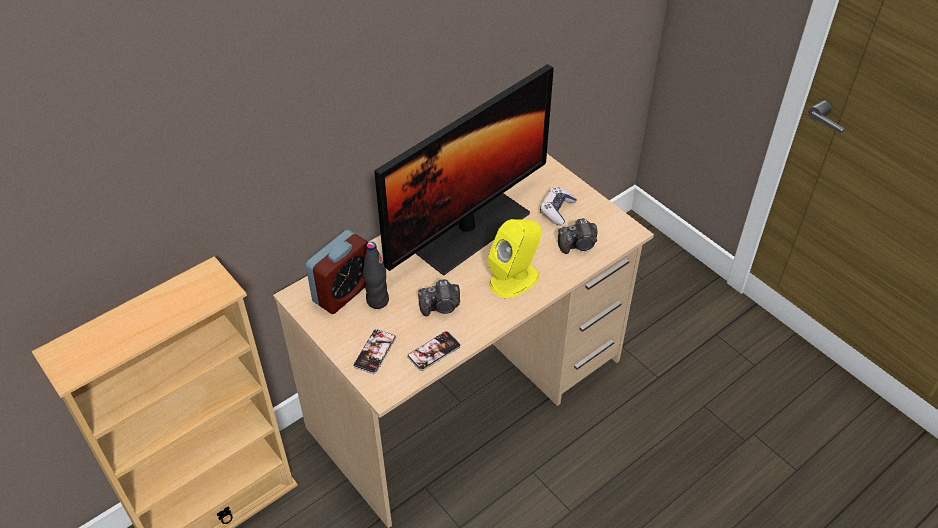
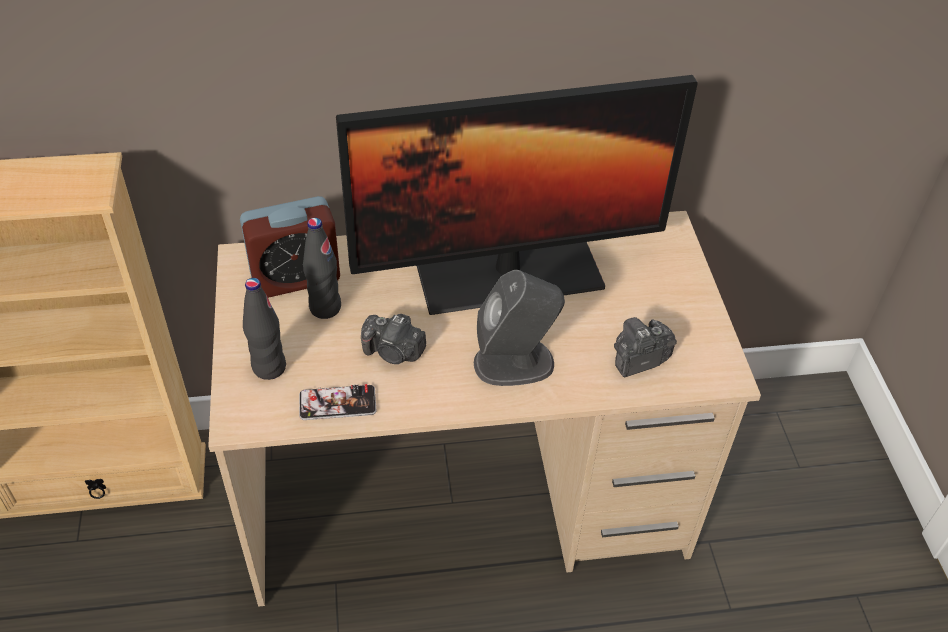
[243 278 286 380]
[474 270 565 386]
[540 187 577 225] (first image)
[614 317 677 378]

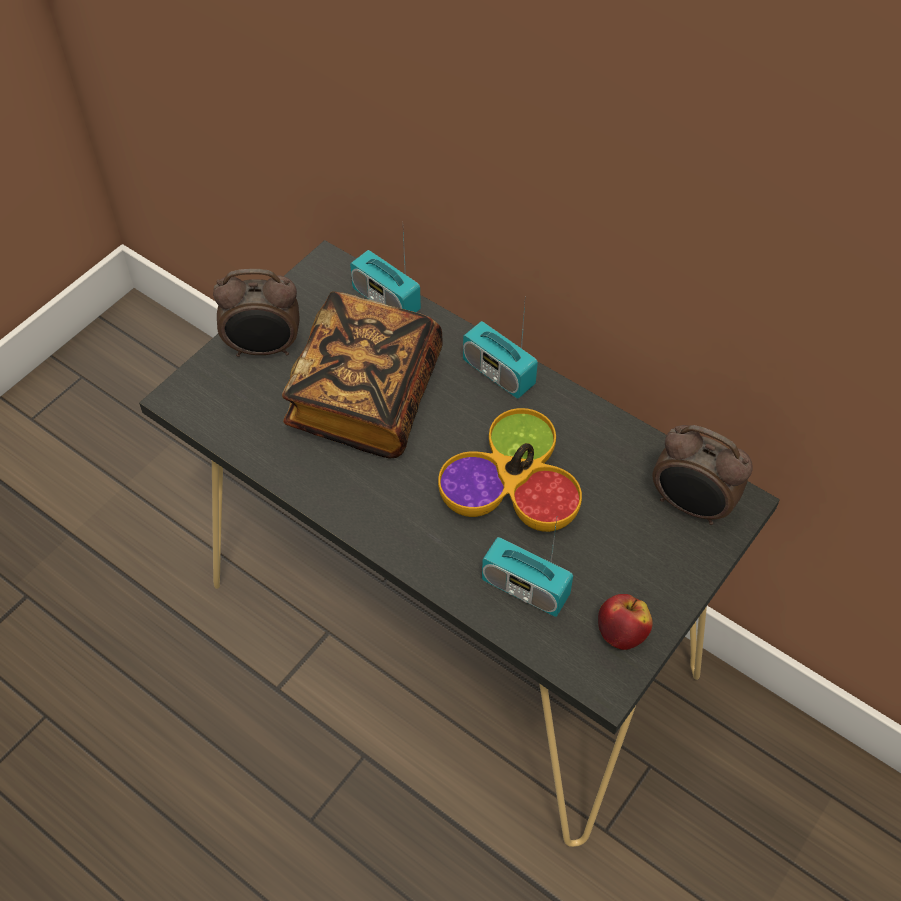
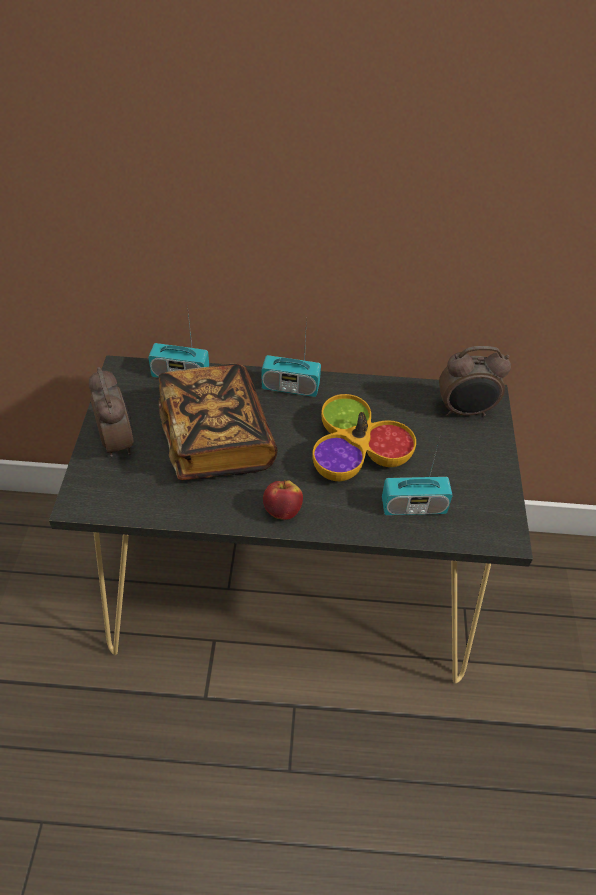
[89 367 134 457]
[263 480 303 520]

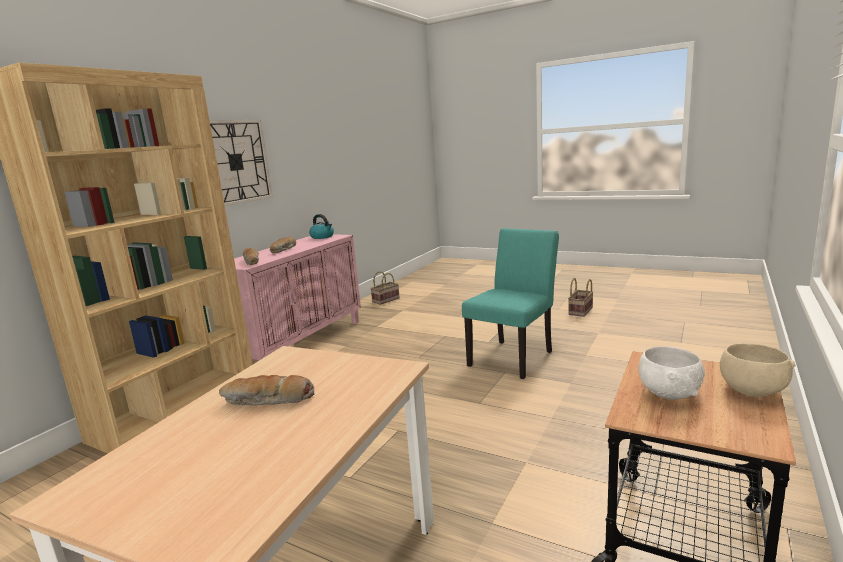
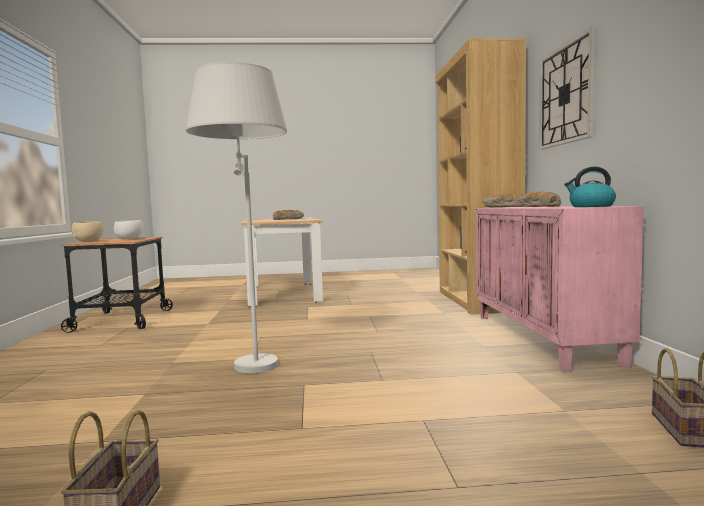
[186 62 287 373]

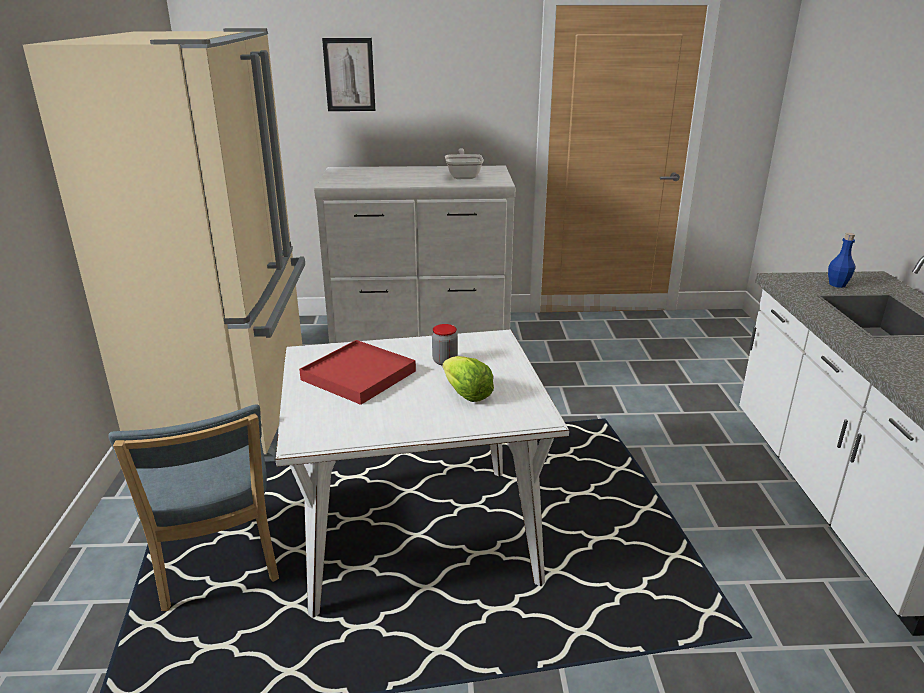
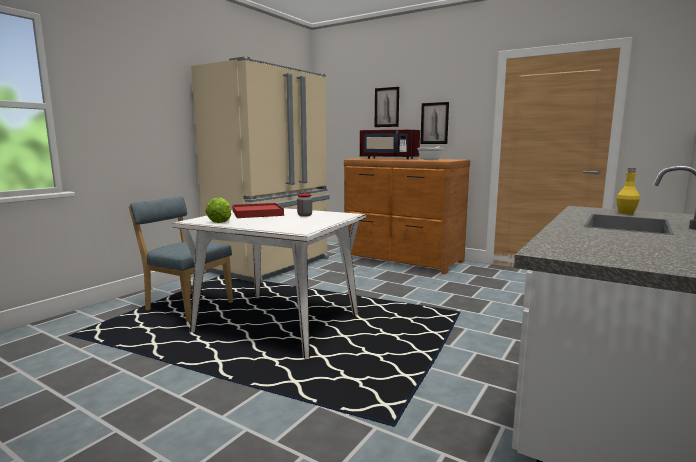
[129 196 233 322]
[344 158 470 274]
[206 197 231 223]
[616 168 640 214]
[360 130 420 159]
[420 102 449 144]

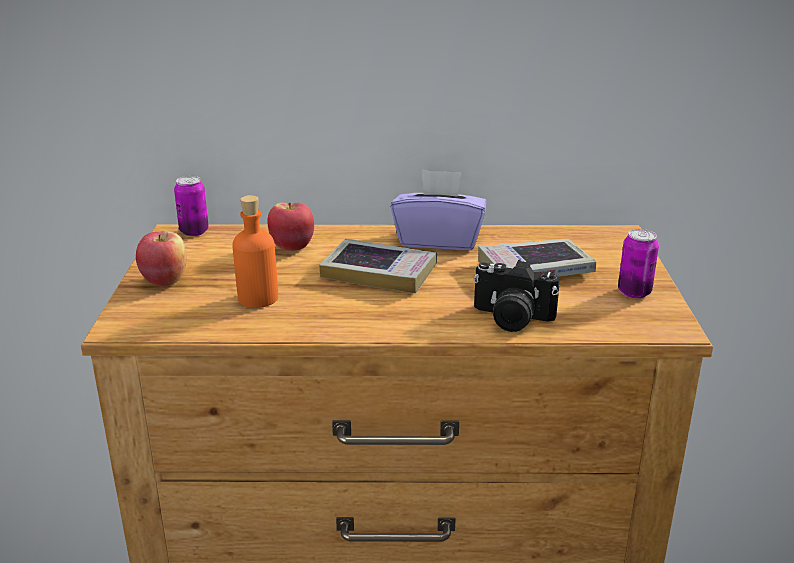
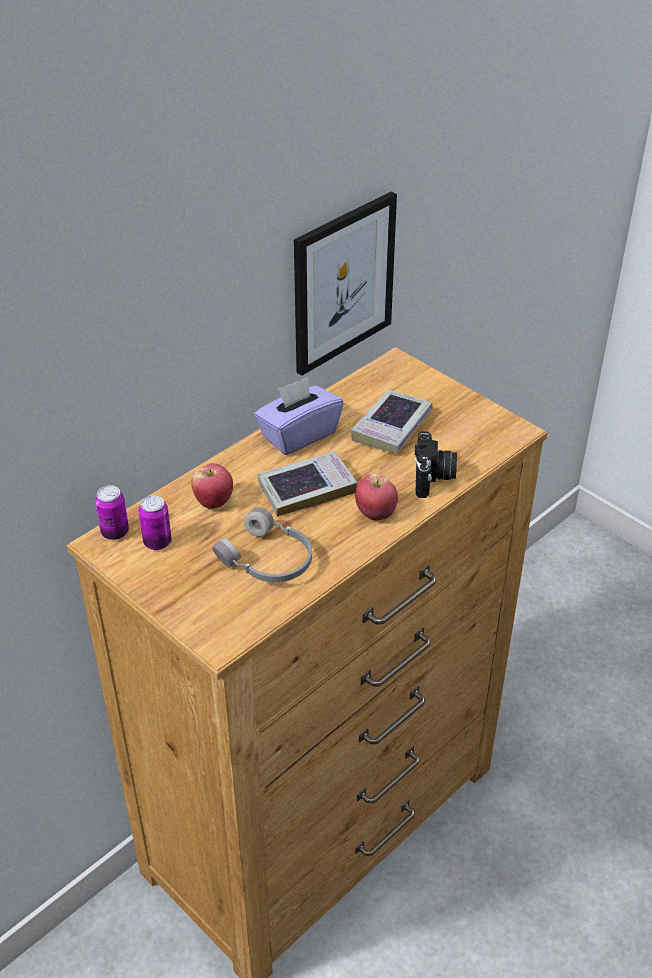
[355 473 398 521]
[212 507 312 582]
[414 431 457 498]
[139 495 172 550]
[294 191 397 376]

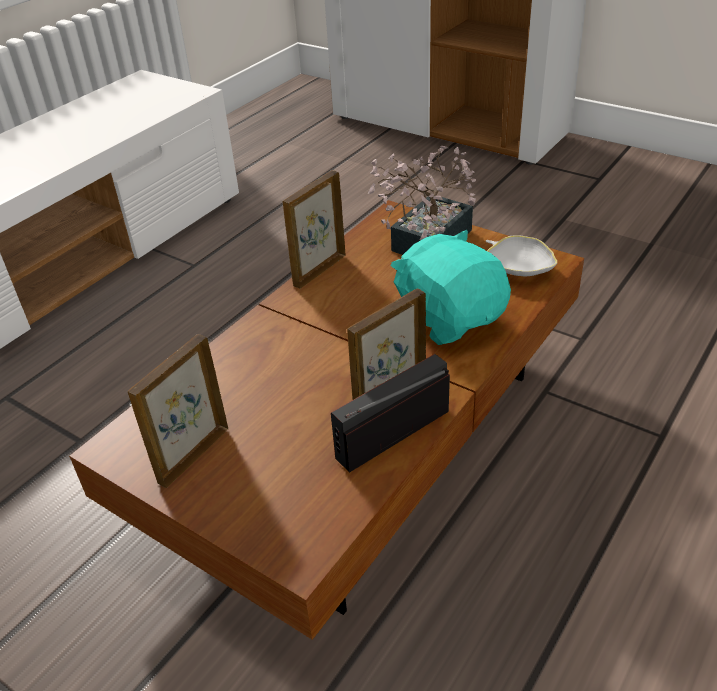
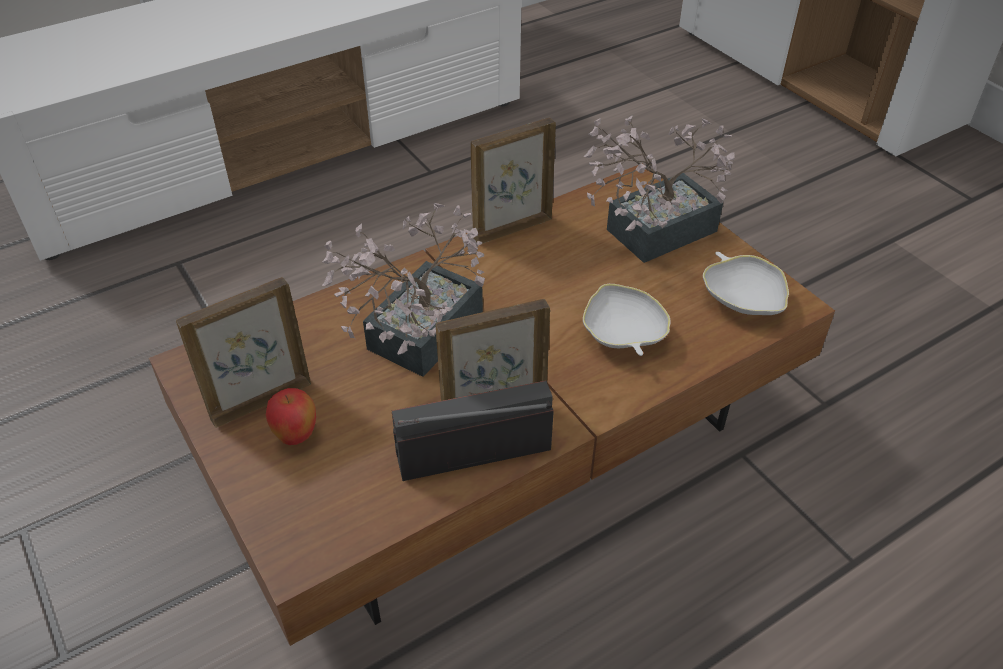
[583 284 671 356]
[266 388 316 445]
[322 203 485 377]

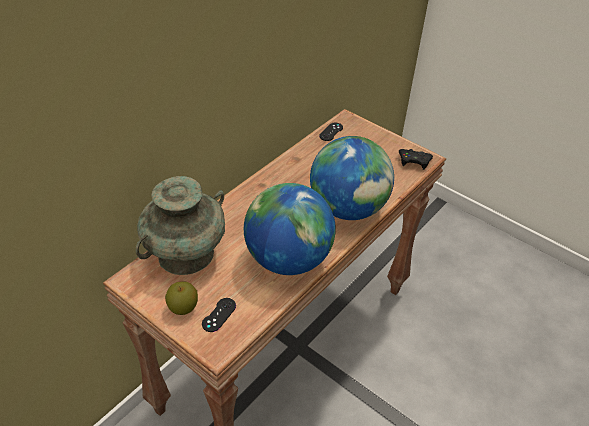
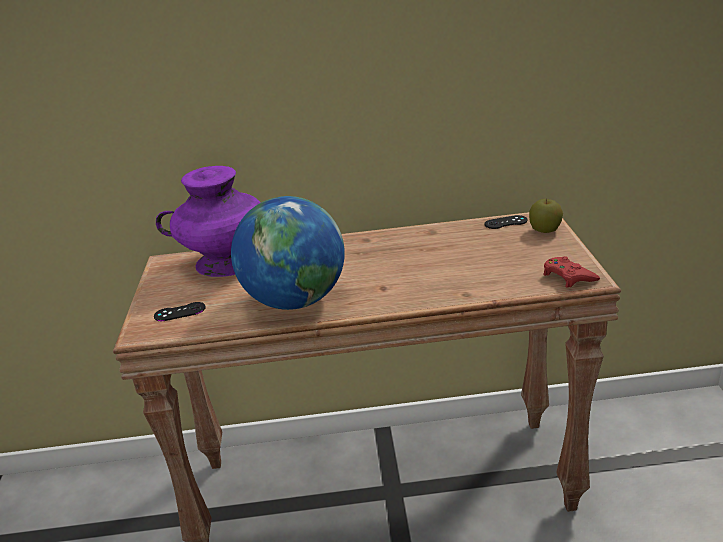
[156 166 261 277]
[529 199 563 233]
[310 136 394 220] (first image)
[543 256 600 288]

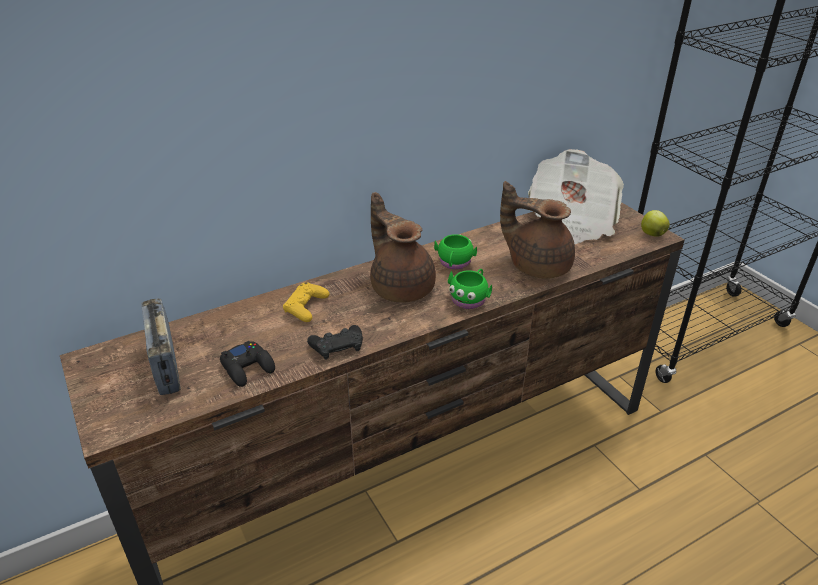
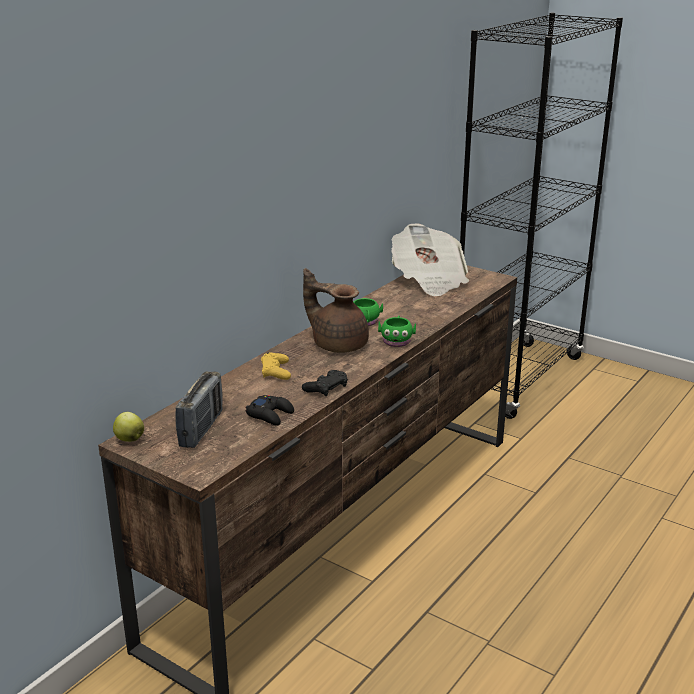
[175 372 222 448]
[500 181 575 279] (first image)
[113 412 144 442]

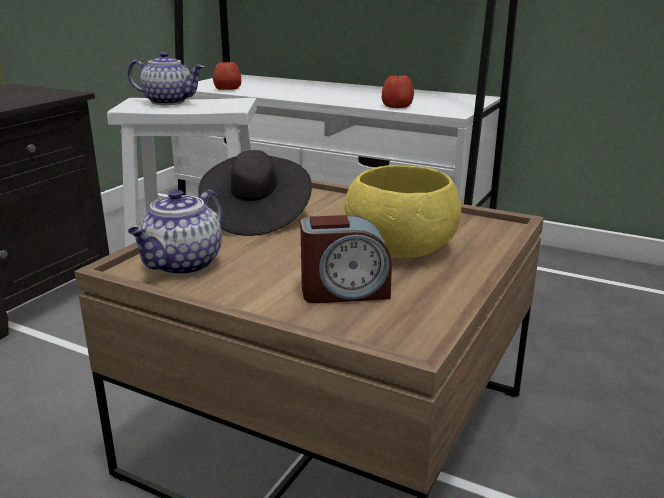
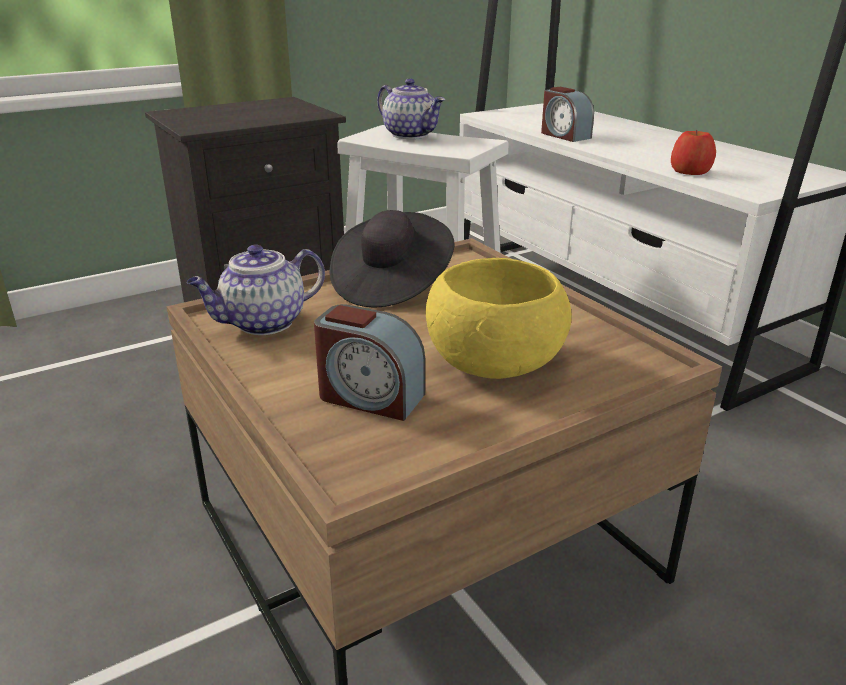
[213 61 241 90] (first image)
[541 87 594 142]

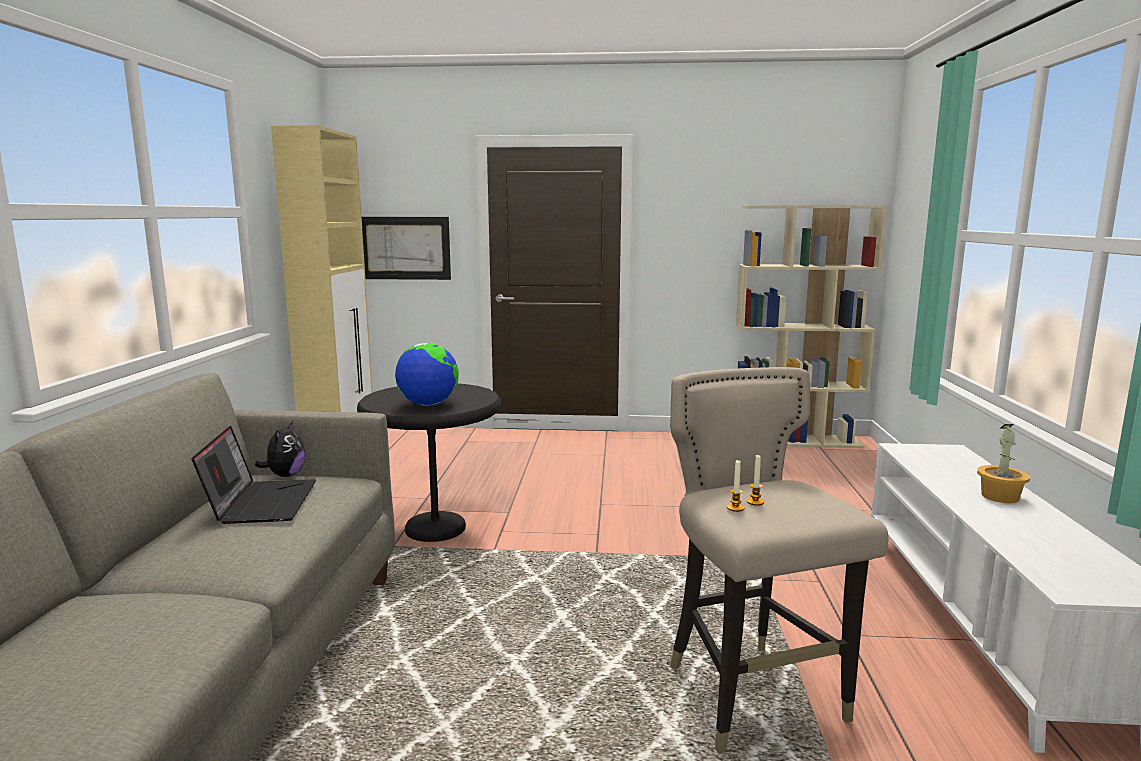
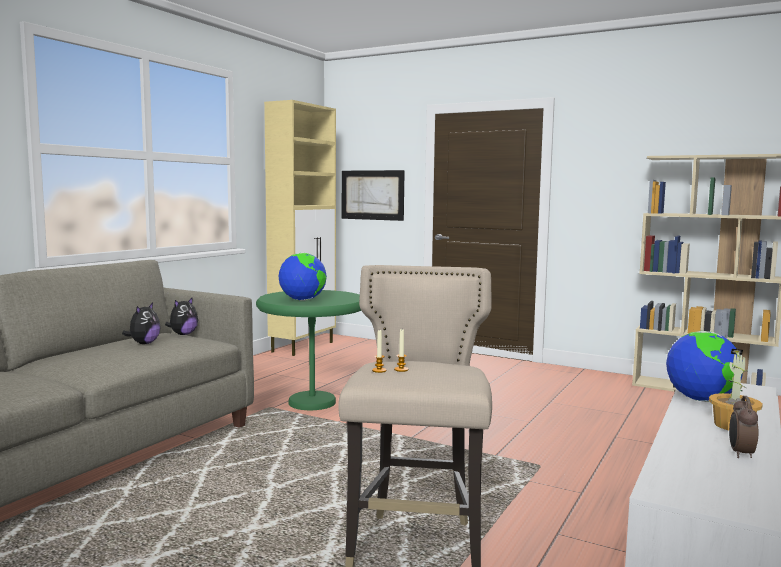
[122 303 161 344]
[256 290 361 410]
[666 331 743 402]
[729 396 758 458]

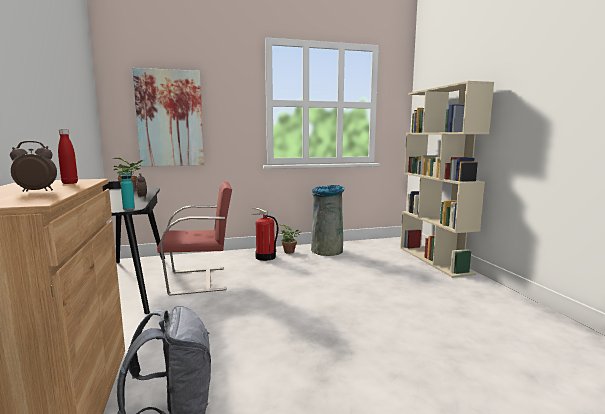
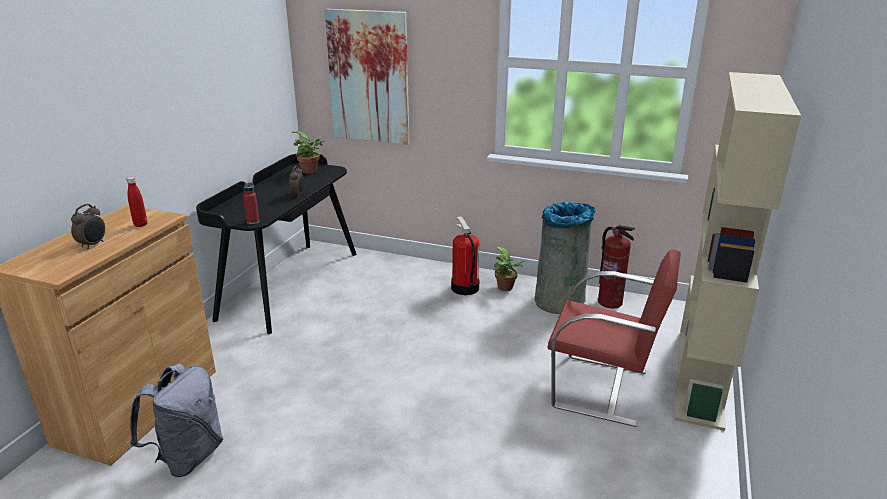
[71 204 105 249]
[243 182 259 224]
[548 249 681 427]
[598 225 635 309]

